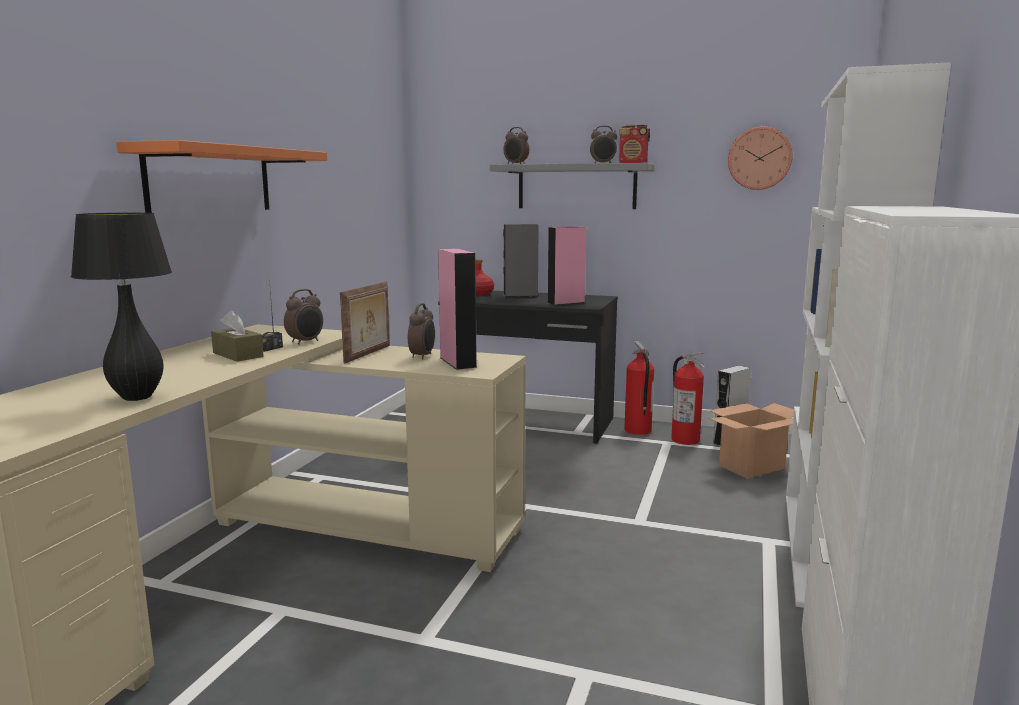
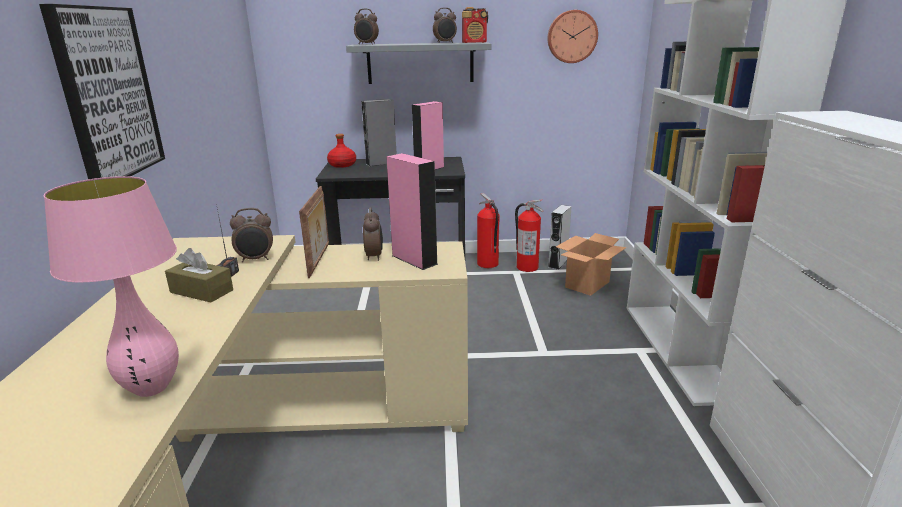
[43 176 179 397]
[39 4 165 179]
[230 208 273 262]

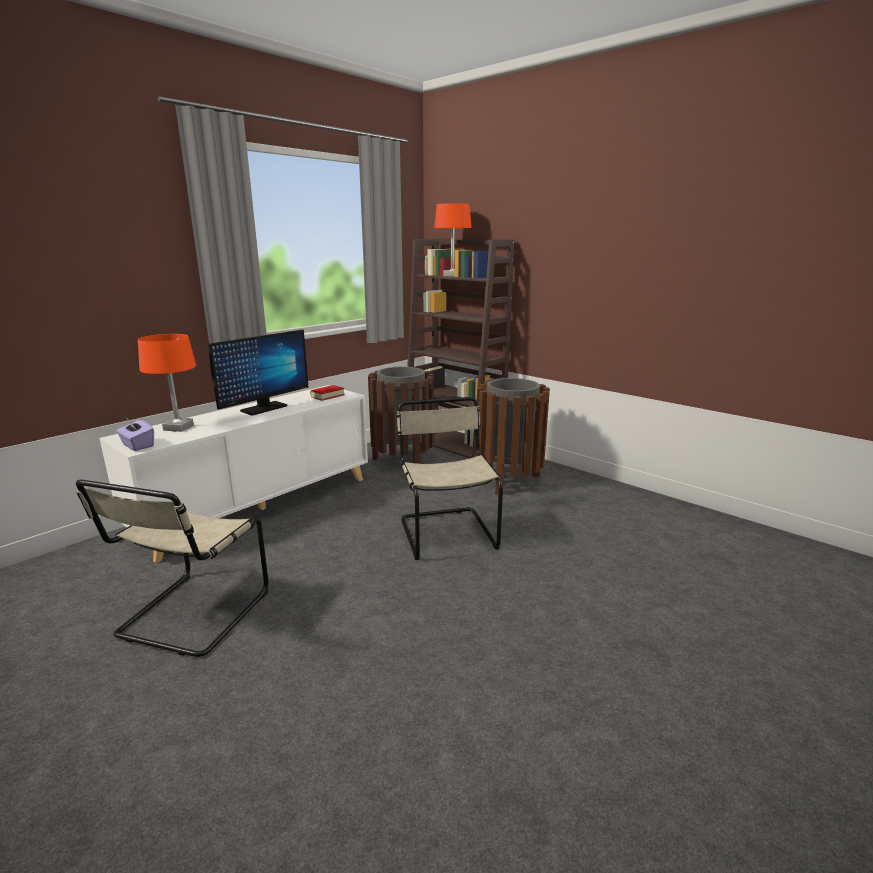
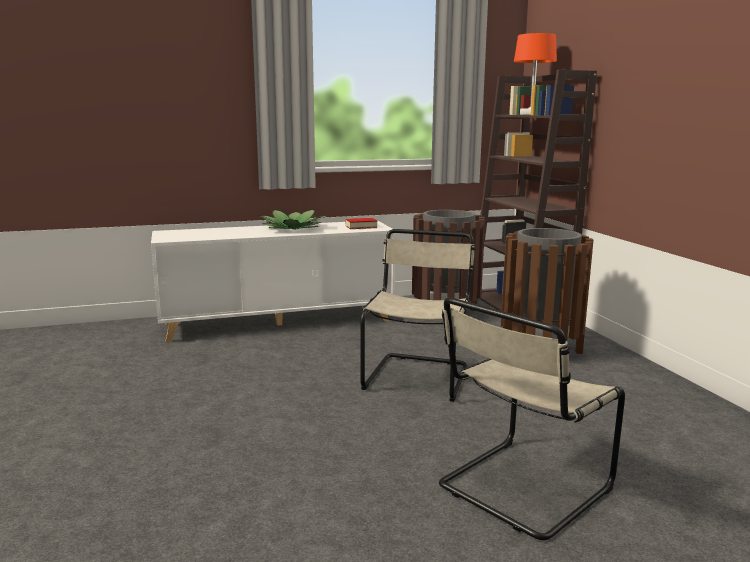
[439 297 625 540]
[116 418 154 451] (first image)
[138 334 196 432] (first image)
[257 209 328 230]

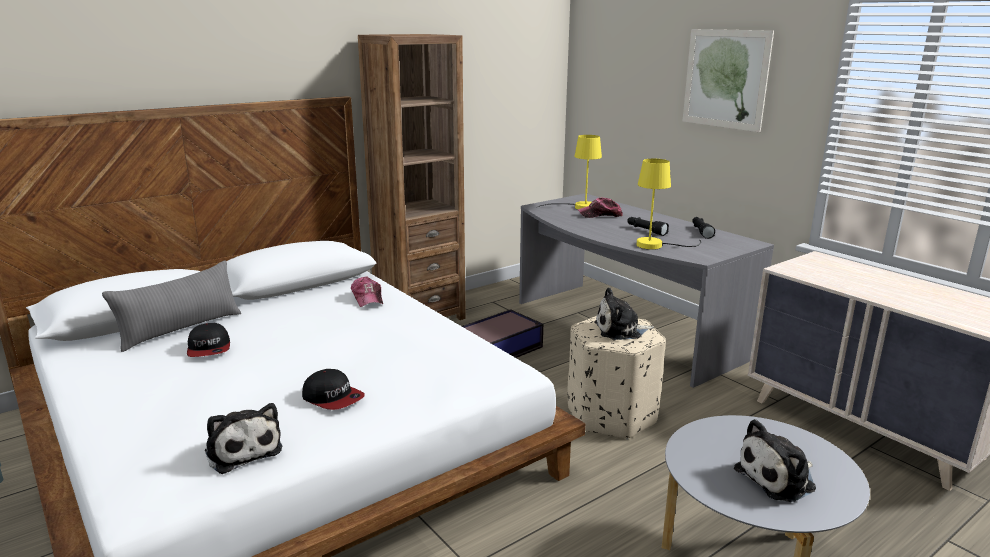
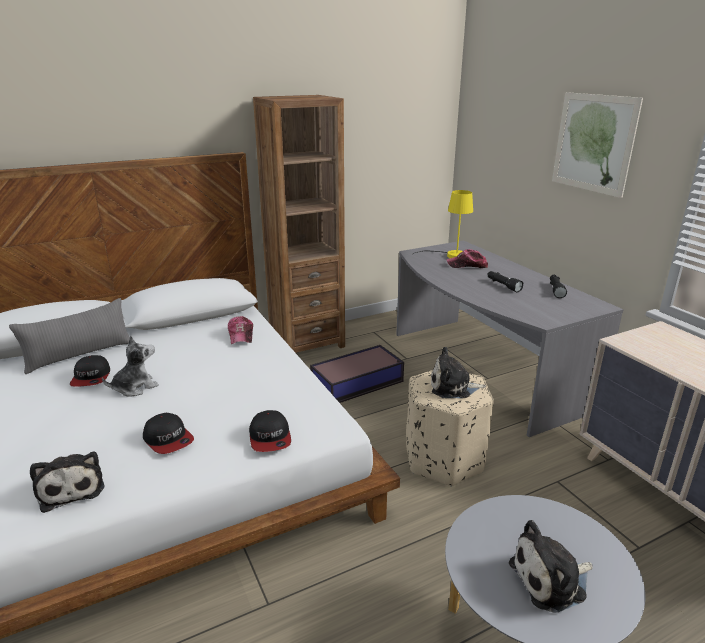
[637 159 701 250] (first image)
[102 336 159 397]
[249 410 291 452]

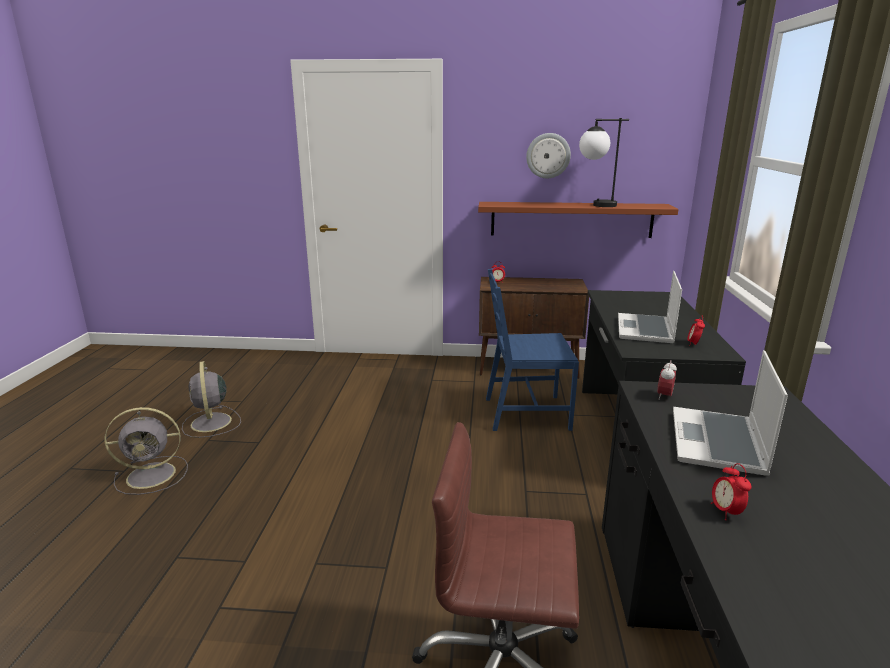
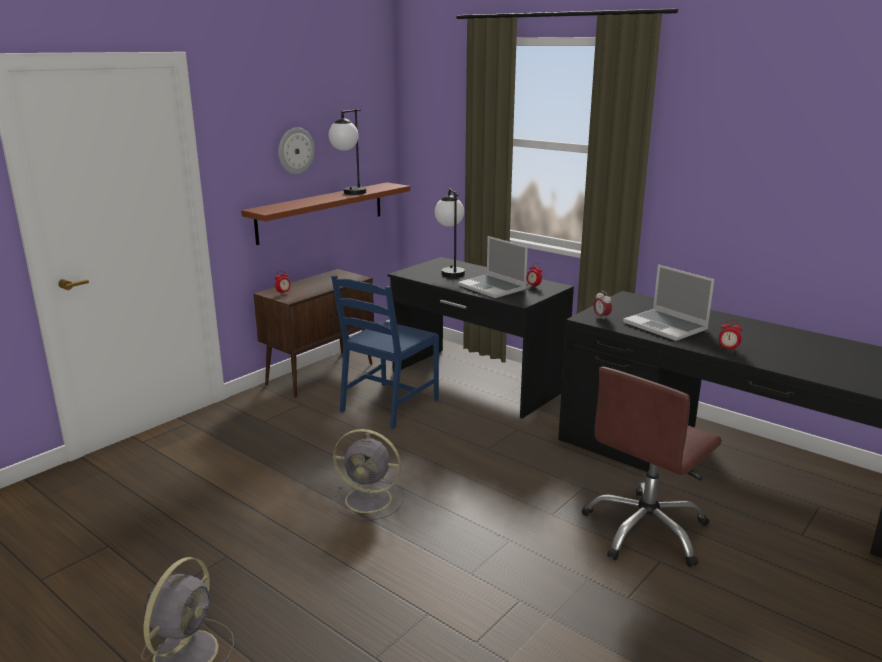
[333 429 404 520]
[435 188 465 278]

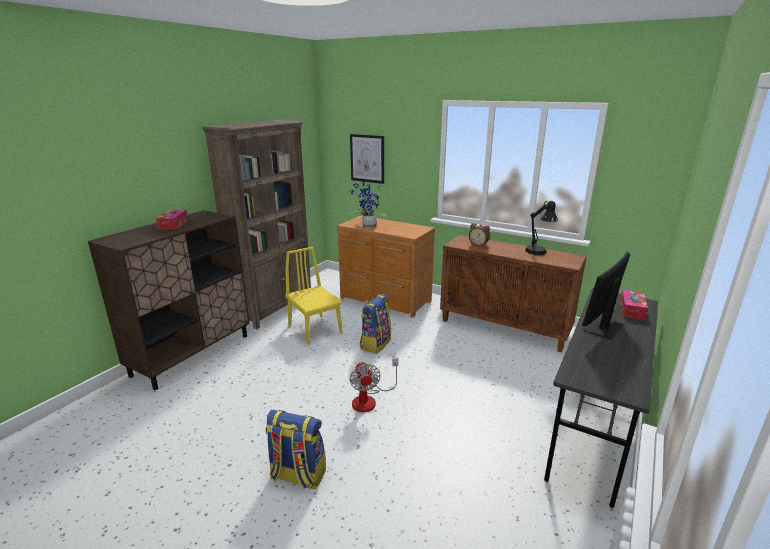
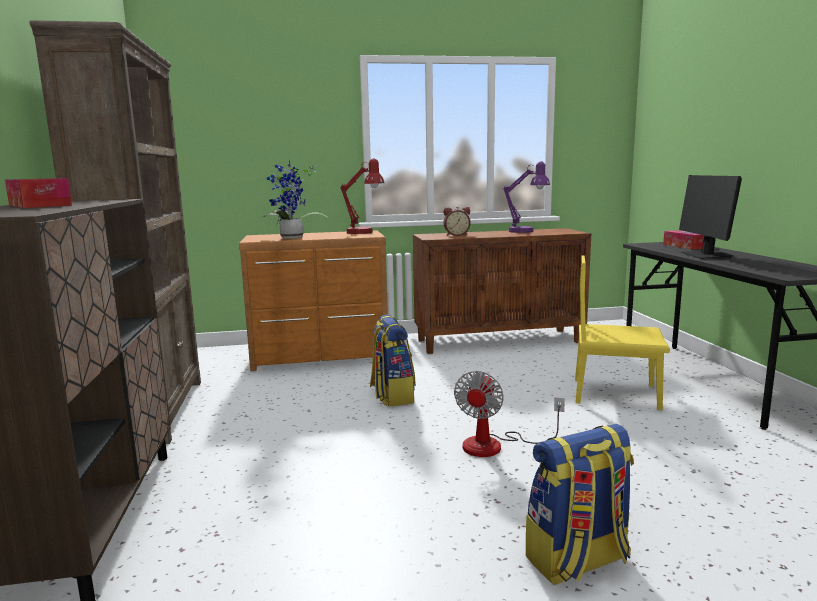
[575 256 670 410]
[350 134 384 184] (first image)
[454 371 565 457]
[503 161 550 233]
[340 158 384 234]

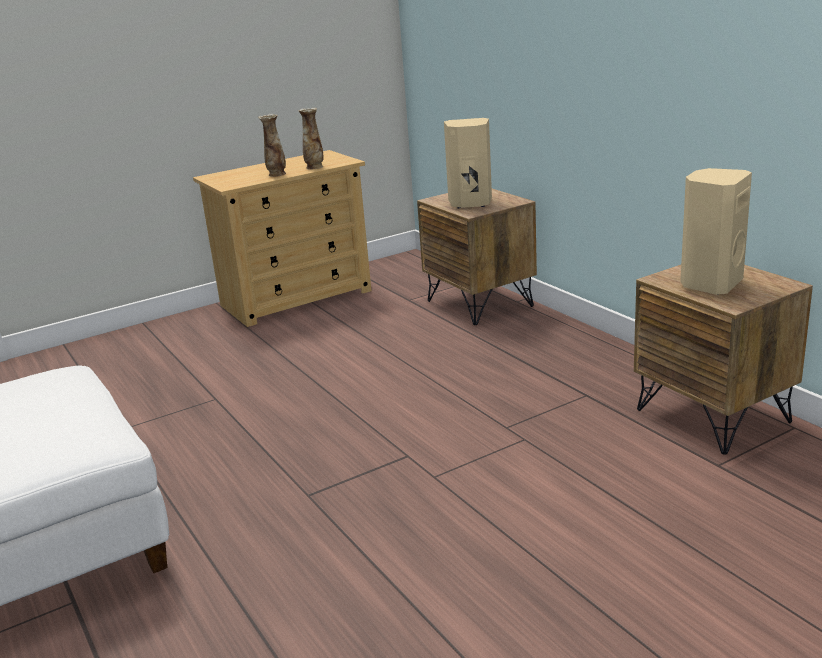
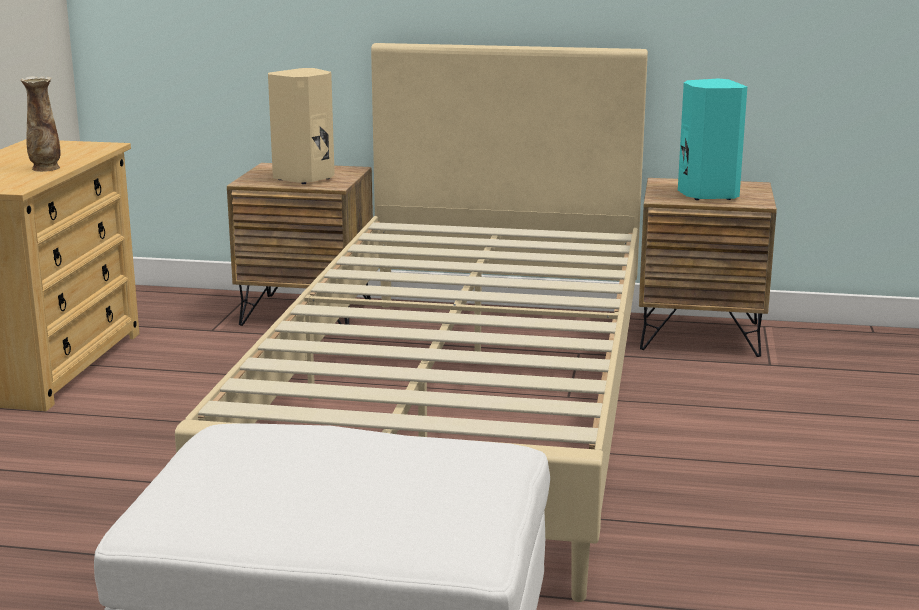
[298 108 324 169] (first image)
[678 79 747 200]
[175 43 648 602]

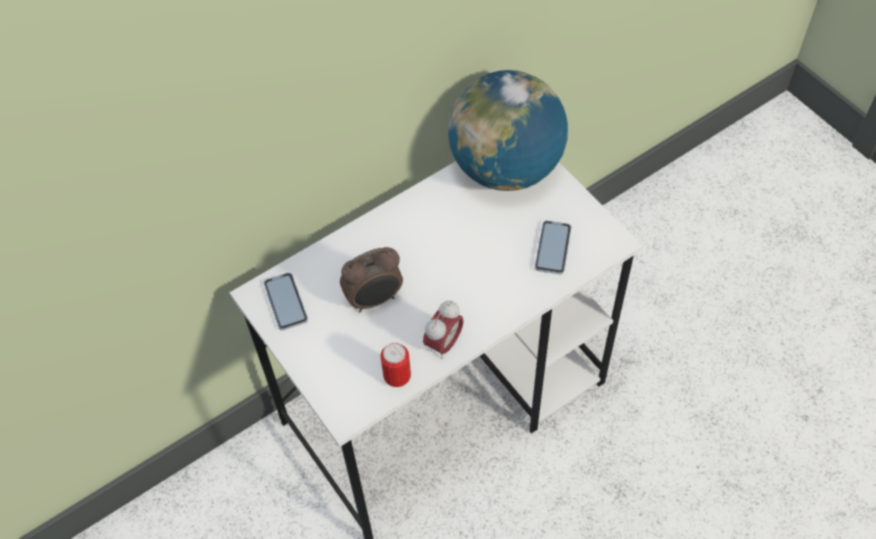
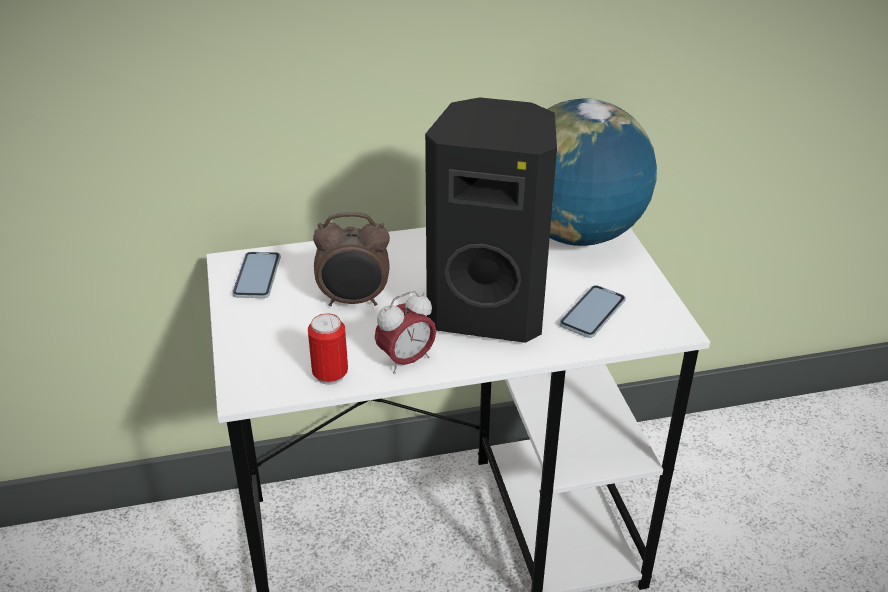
[425 97 557 343]

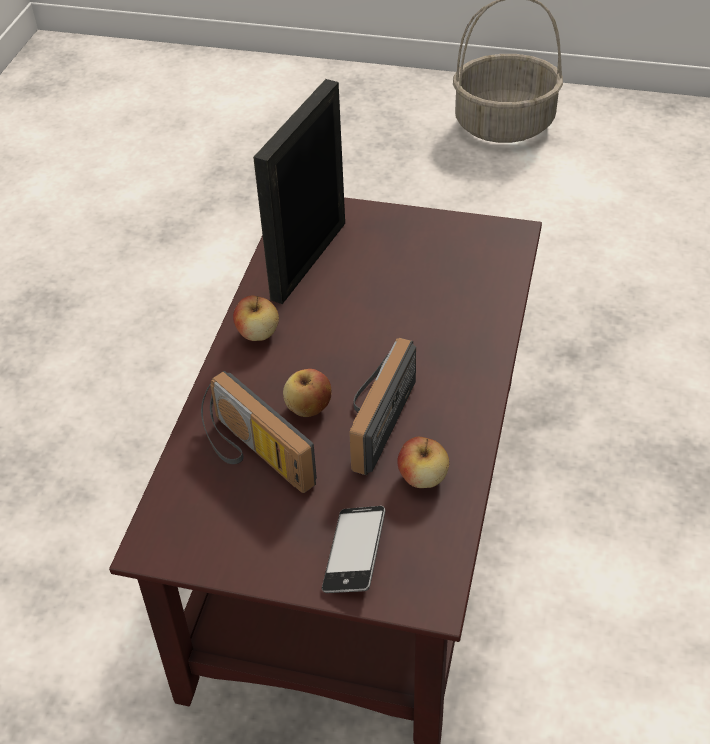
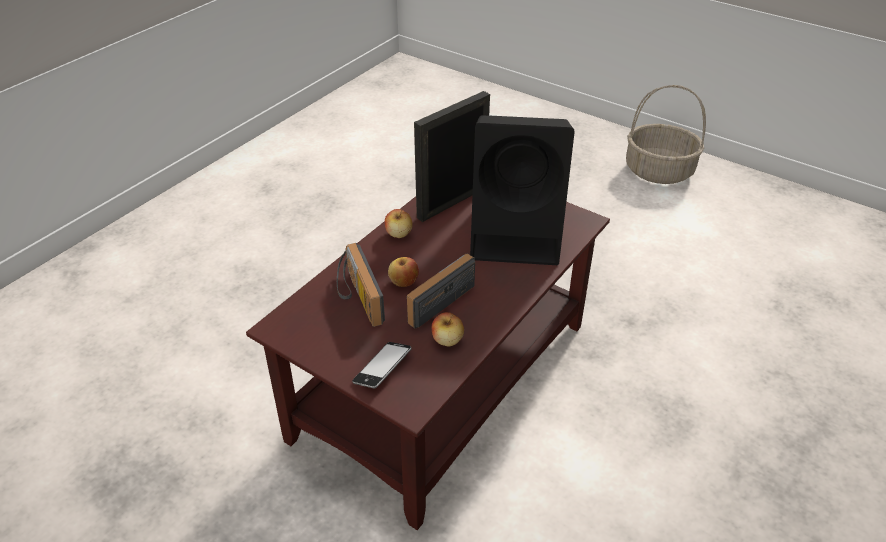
[470 115 575 265]

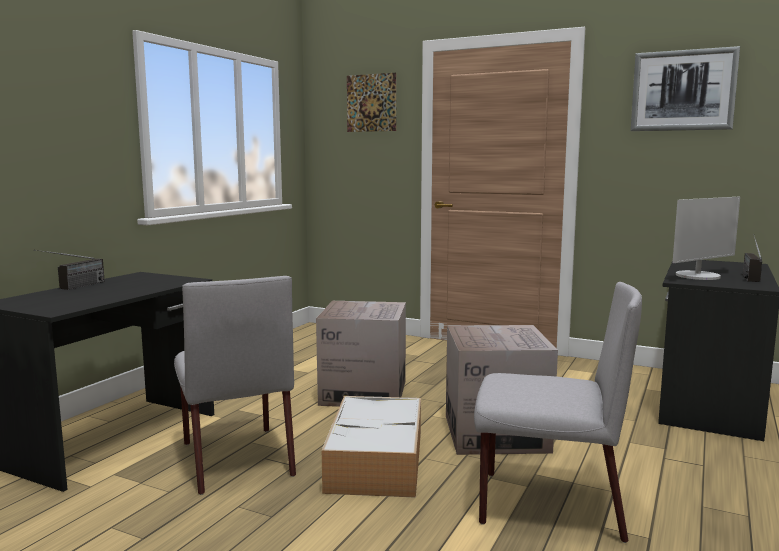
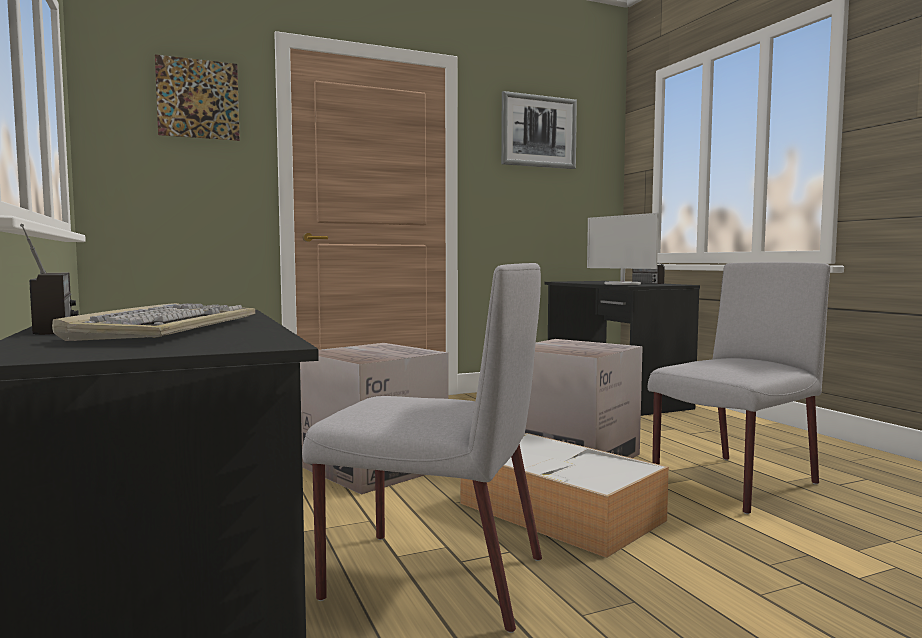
[587 213 659 285]
[52 303 255 341]

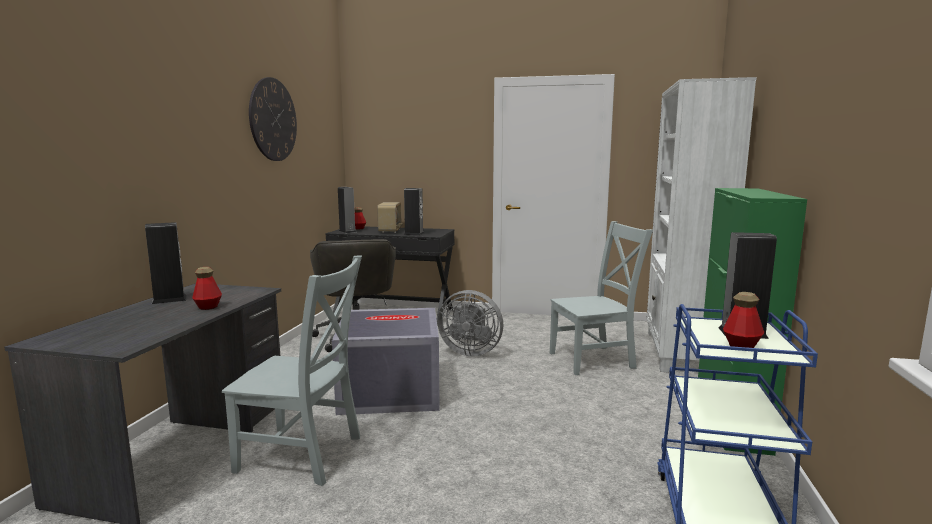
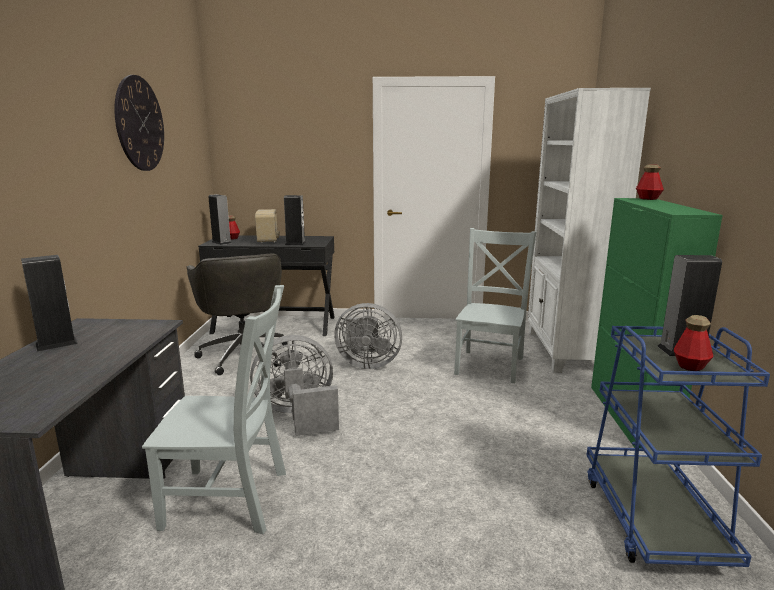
[636 164 664 200]
[250 335 339 436]
[454 228 536 383]

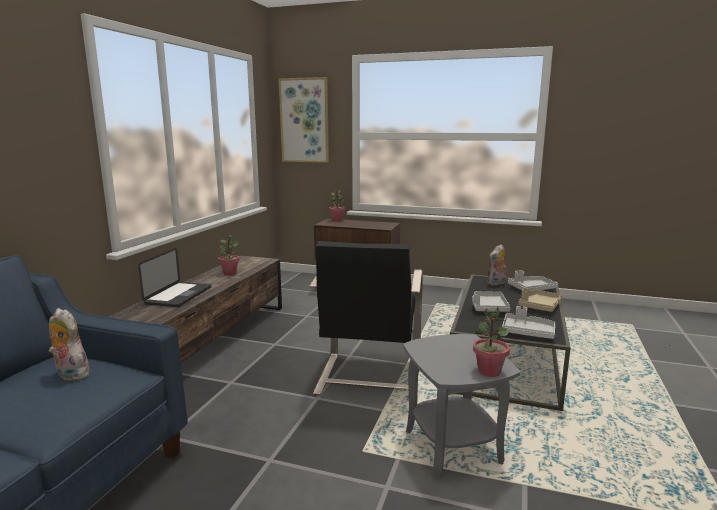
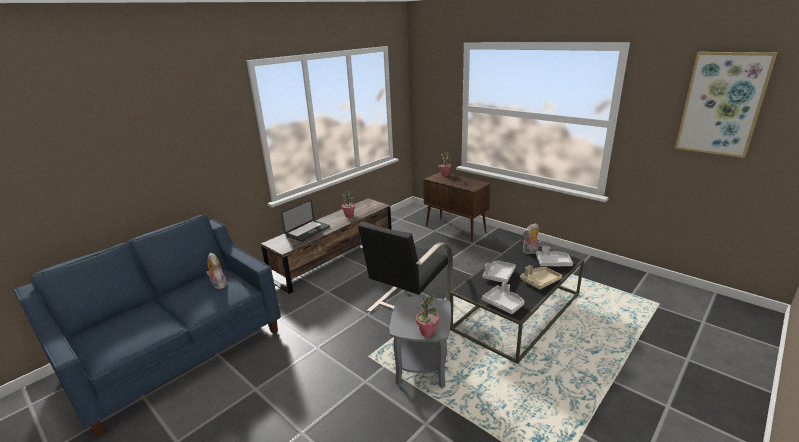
[675 52 777 158]

